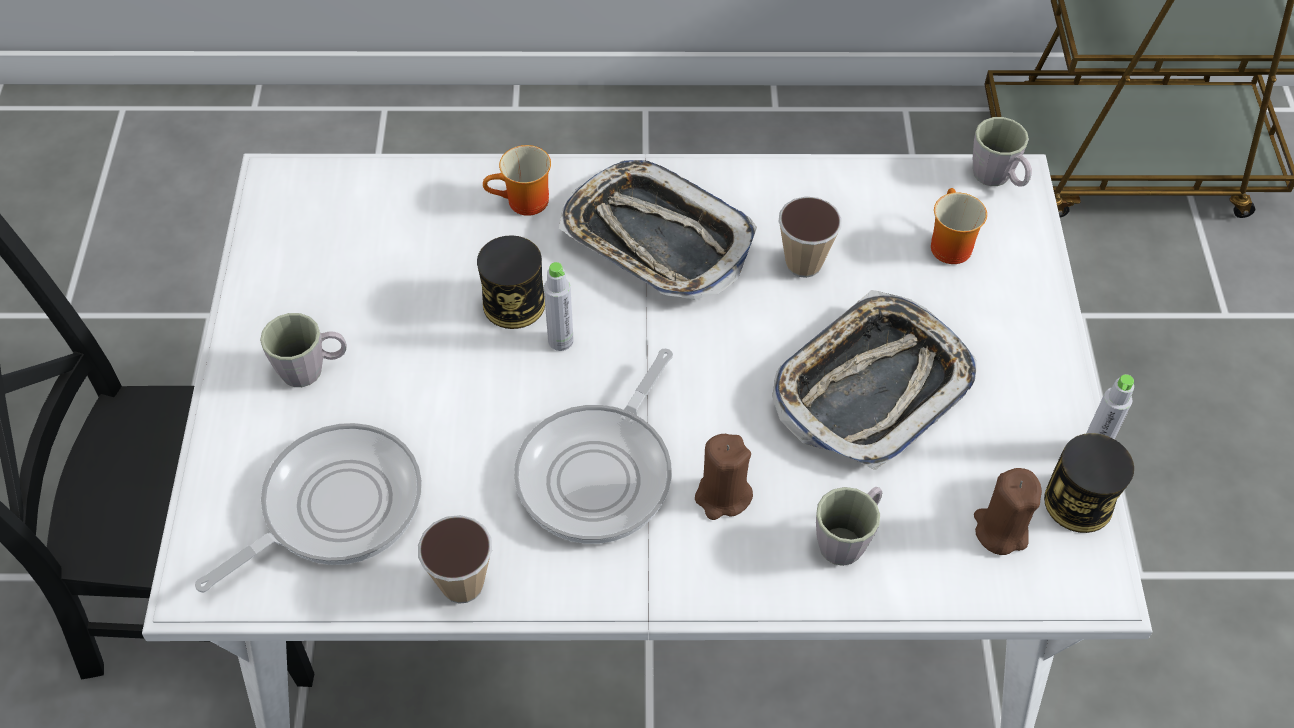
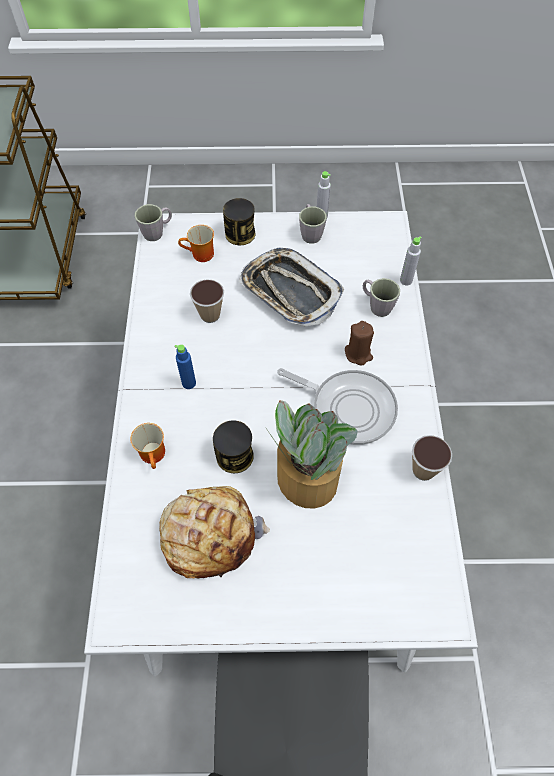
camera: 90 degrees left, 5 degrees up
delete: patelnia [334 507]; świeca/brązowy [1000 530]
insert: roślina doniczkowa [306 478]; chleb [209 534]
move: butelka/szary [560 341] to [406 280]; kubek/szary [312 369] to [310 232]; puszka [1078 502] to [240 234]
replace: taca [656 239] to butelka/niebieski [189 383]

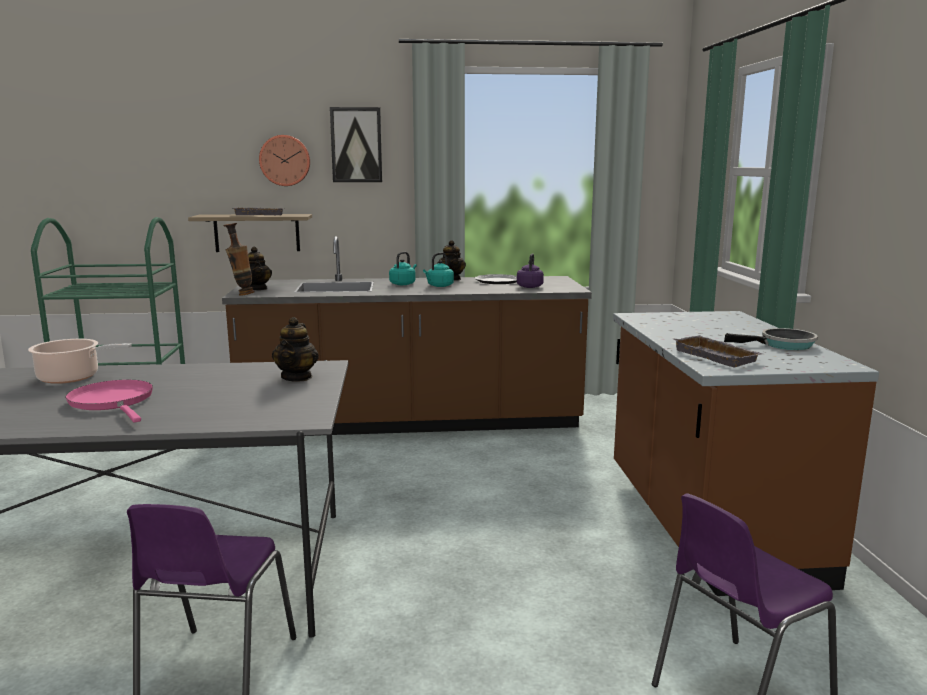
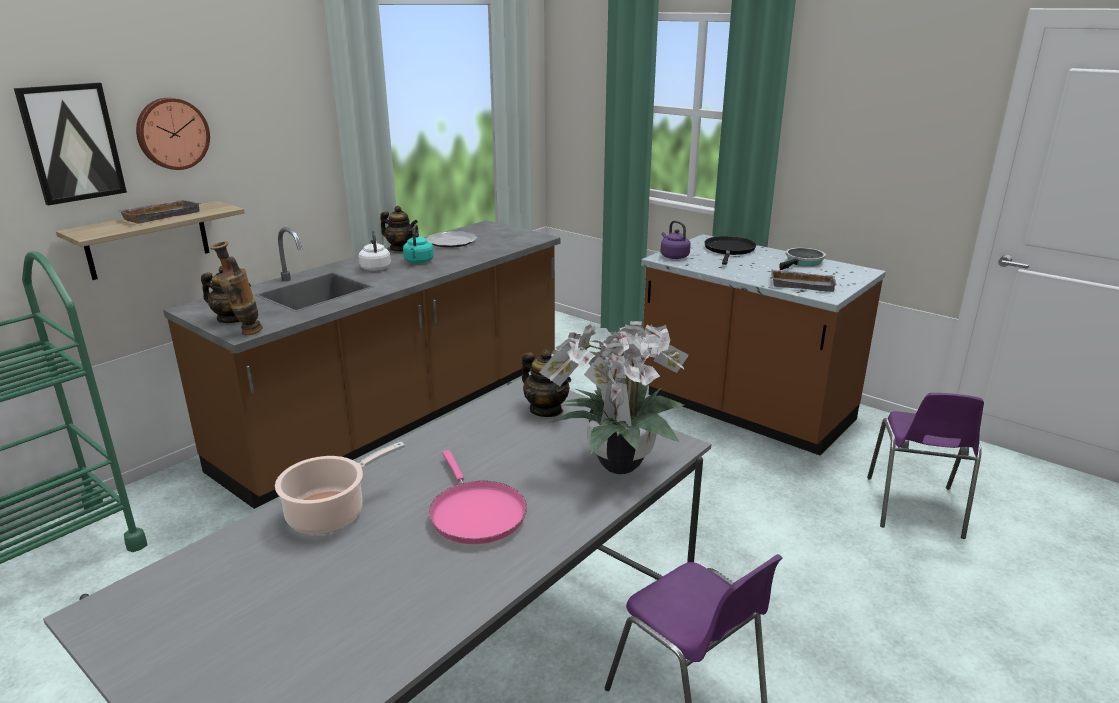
camera: 45 degrees left, 10 degrees up
insert: patelnia/czarny [729 250]; roślina doniczkowa [614 464]
move: obraz [356 145] to [72 143]; czajnik/fioletowy [530 286] to [673 256]
recolor: czajnik/turkusowy [403 284] to czajnik/biały [375 268]
rotate: patelnia/różowy [113 402] = [475 513] 120 degrees counterclockwise

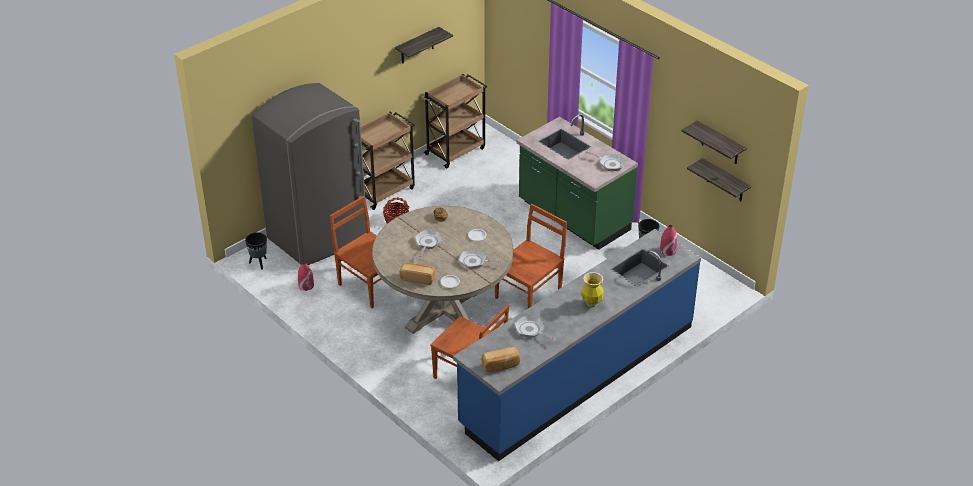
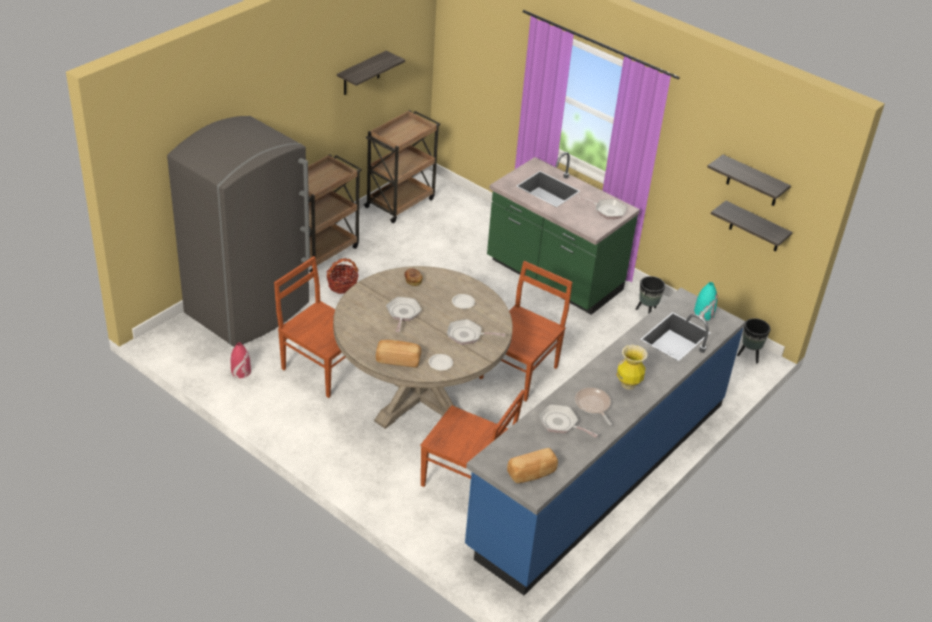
camera: 10 degrees left, 0 degrees up
insert: patelnia [593 405]
move: donica/czarny [259 263] to [749 356]
recolor: wazon/czerwony [667 250] to wazon/turkusowy [703 314]

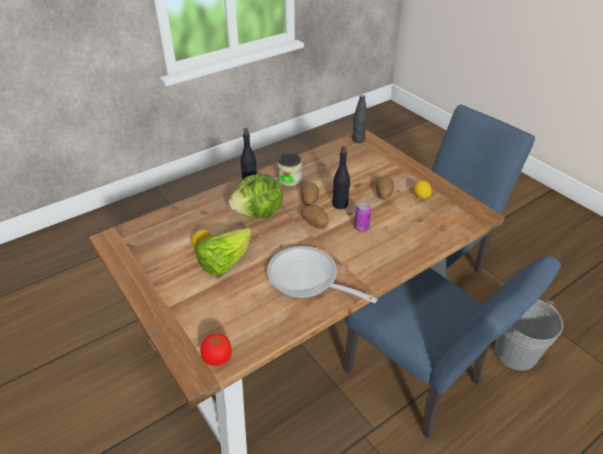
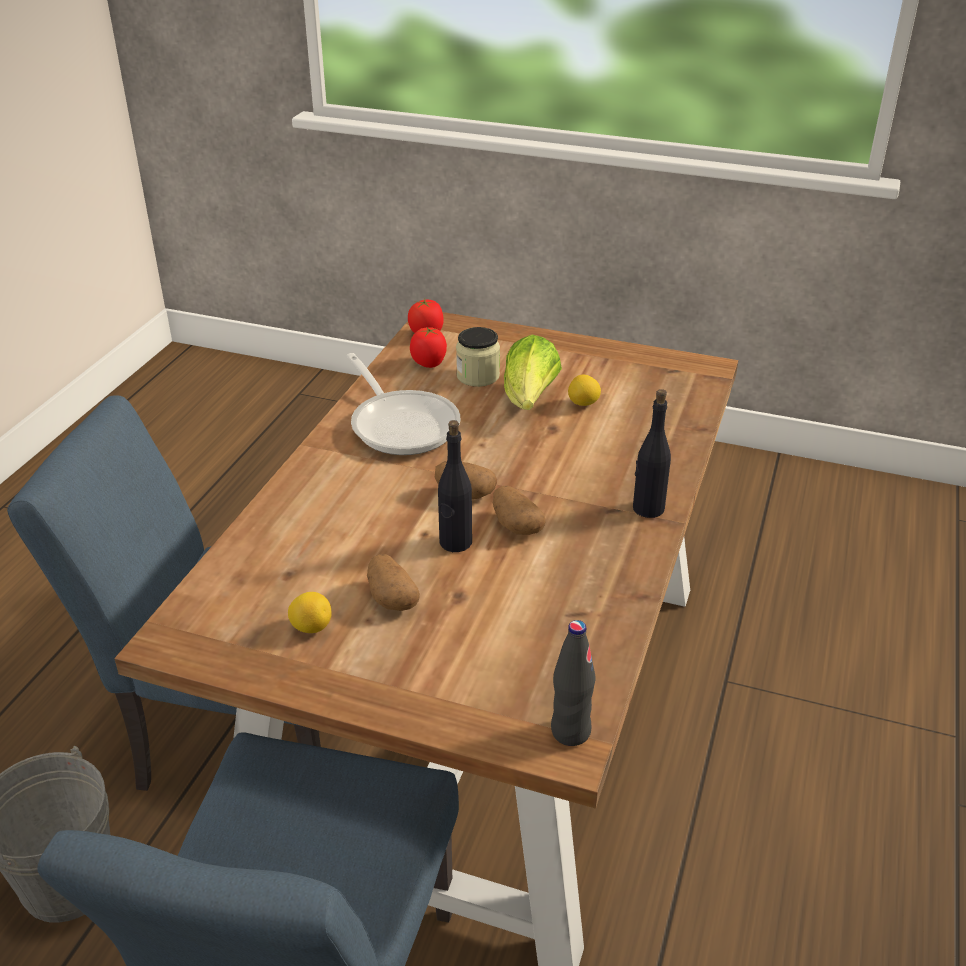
camera: 145 degrees right, 5 degrees down
delete: sałata [259 214]; puszka [361 227]
insert: pomidor [429 363]
move: słoik [289 179] to [478 376]
rotate: patelnia [308 279] = [401 424] 60 degrees clockwise

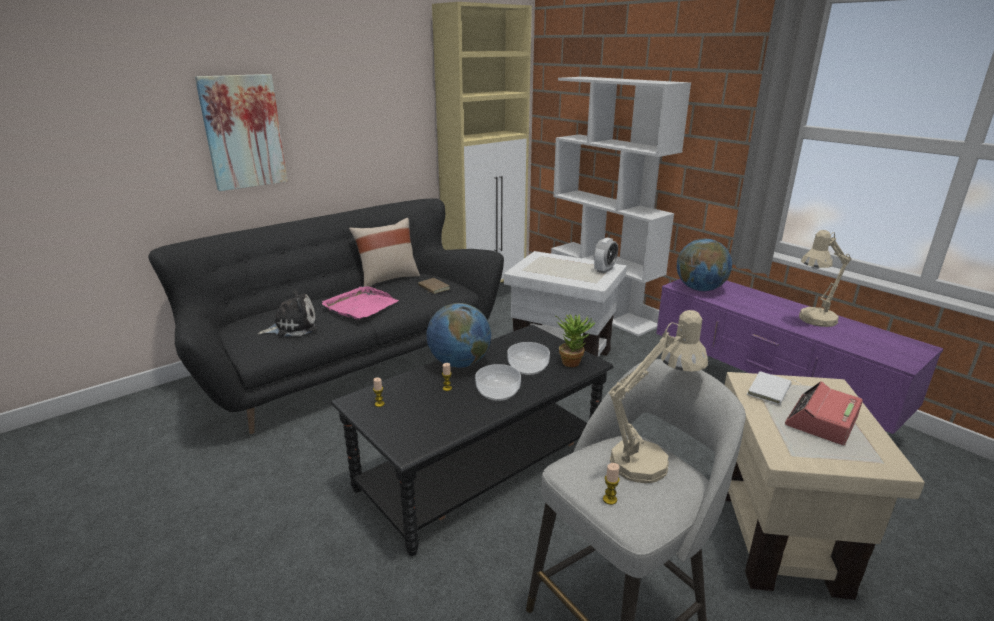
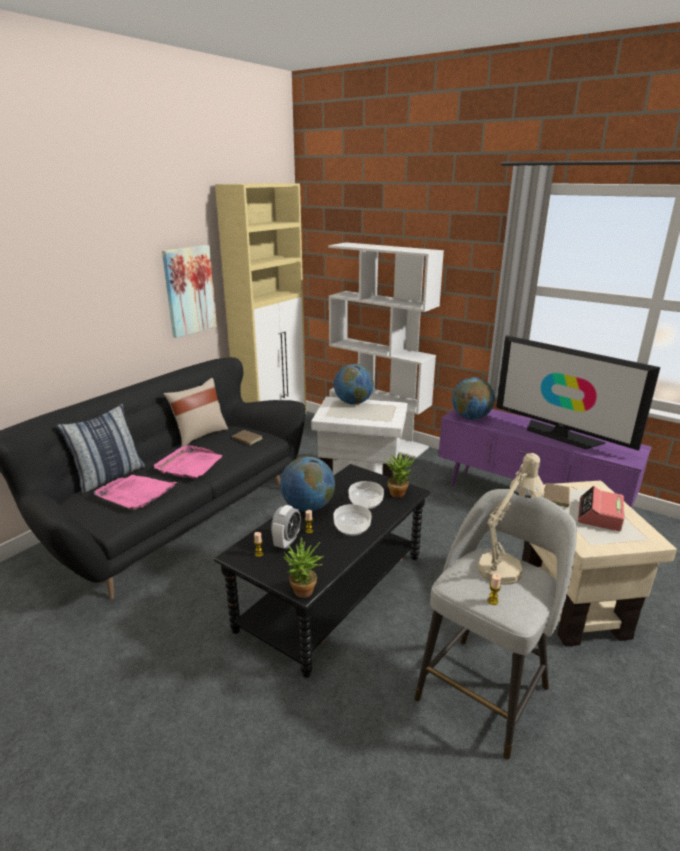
camera: 15 degrees left, 0 degrees up
insert: globus [353 402]; poduszka [109 476]; roślina doniczkowa [303 594]
move: obraz [243 132] to [189 290]; budzik [604 270] to [287 542]
replace: lampa stołowa/beżowy [813 321] to telewizor [561 435]; pluszak [292 327] to taca/różowy [135 493]
recolor: książka/biały [770 391] to książka/brązowy [557 497]

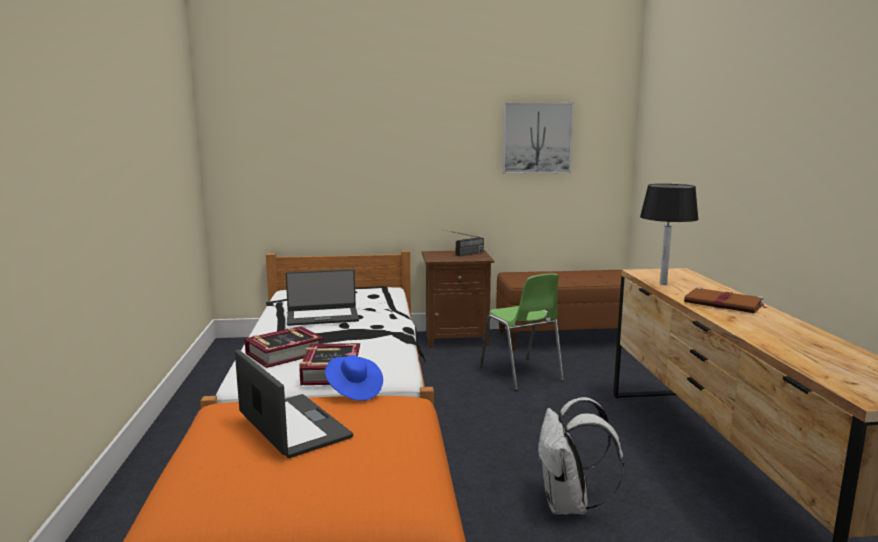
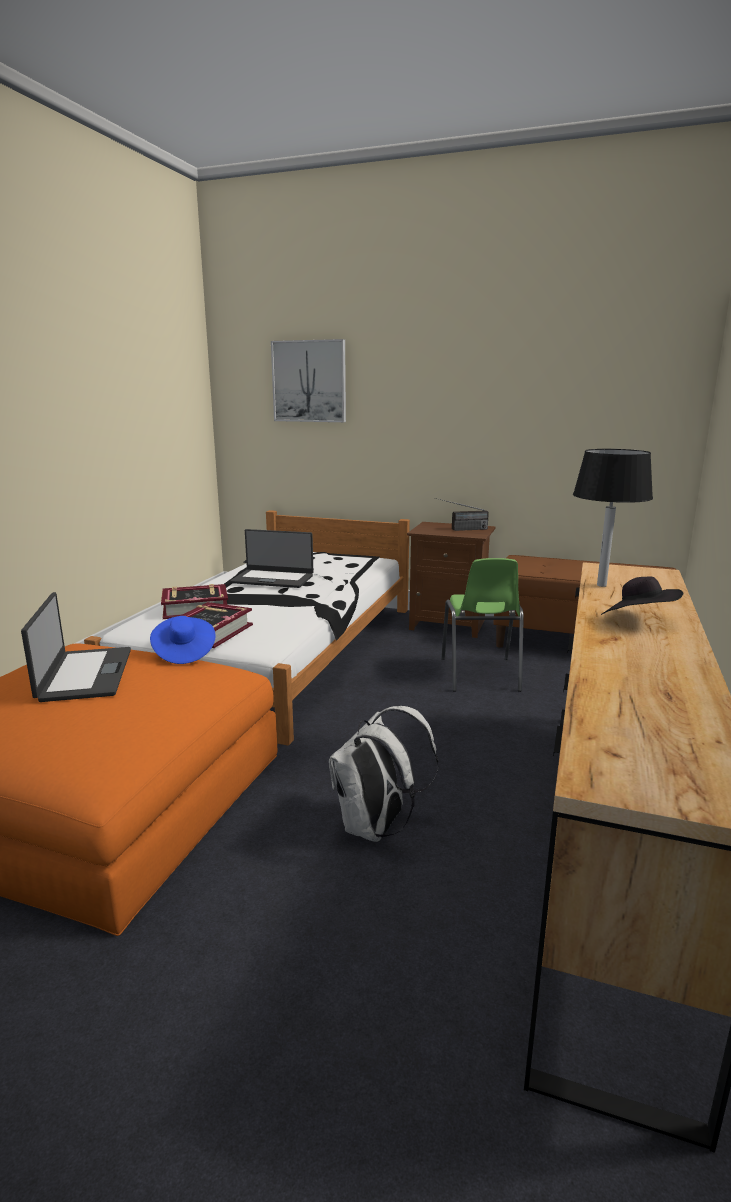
camera: 25 degrees right, 5 degrees up
move: obraz [537 138] to [309 381]
replace: książka/brązowy [724 304] to kapelusz/czarny [638 620]

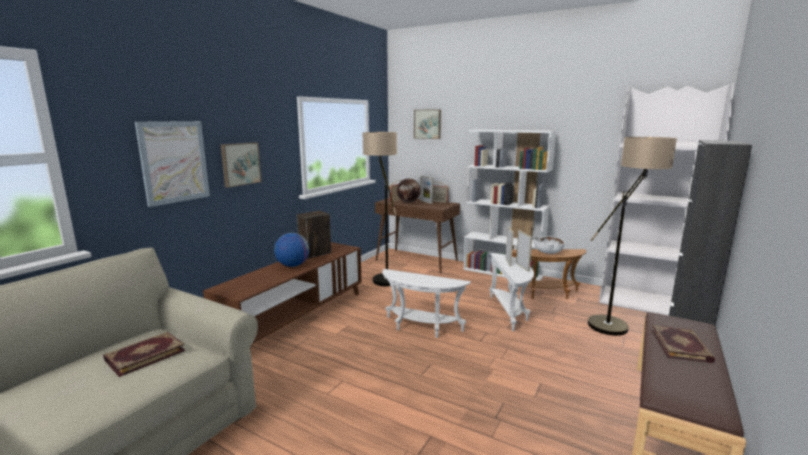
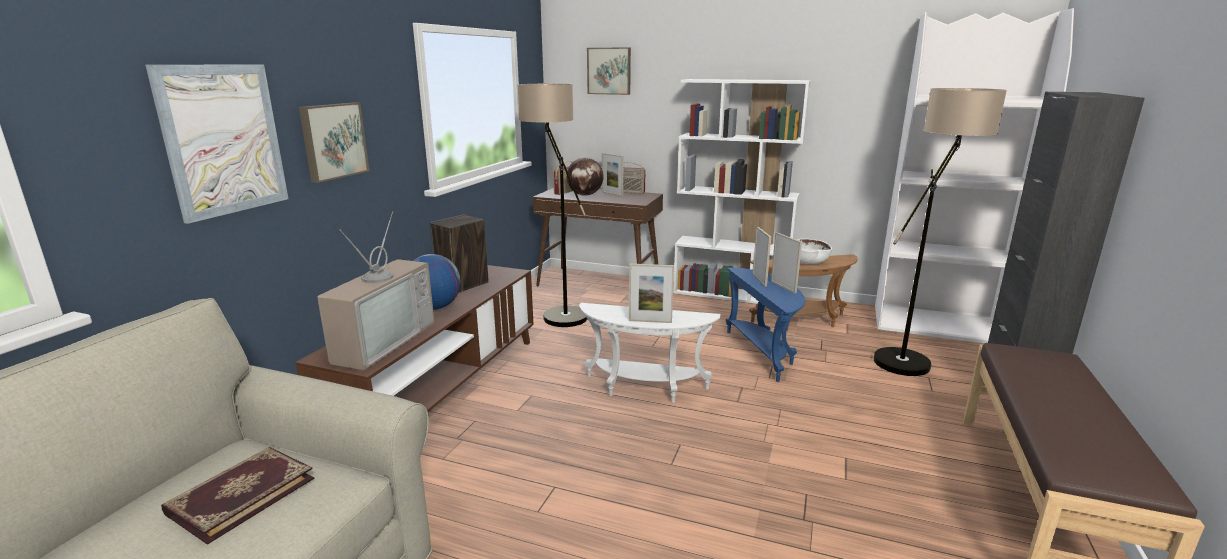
camera: 10 degrees left, 5 degrees up
delete: książka [681 346]
insert: telewizor [380 341]; ramka na zdjęcie [650 321]
recolor: stolik/biały [510 312] to stolik/niebieski [763 353]

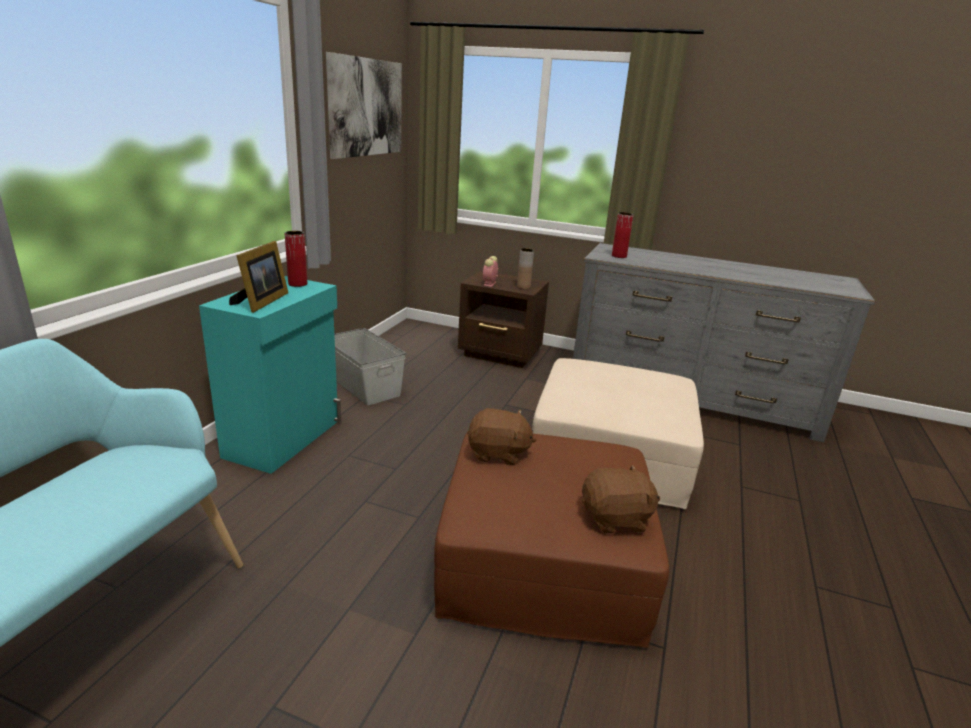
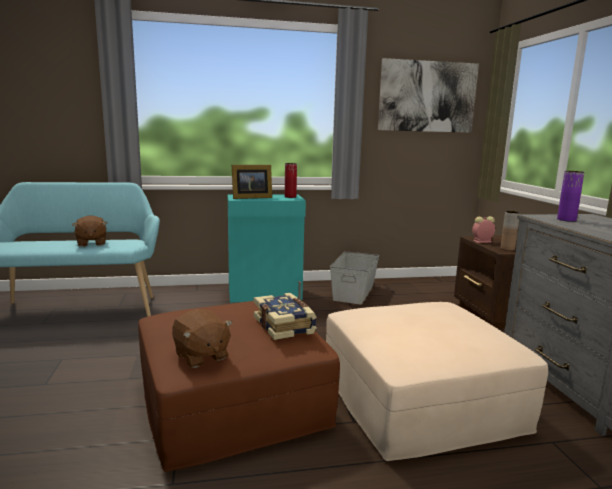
camera: 60 degrees right, 10 degrees down
insert: książka [285 325]
move: pluszak/brązowy [498 453] to [91 243]
recolor: wazon/czerwony [619 256] to wazon/fioletowy [566 220]

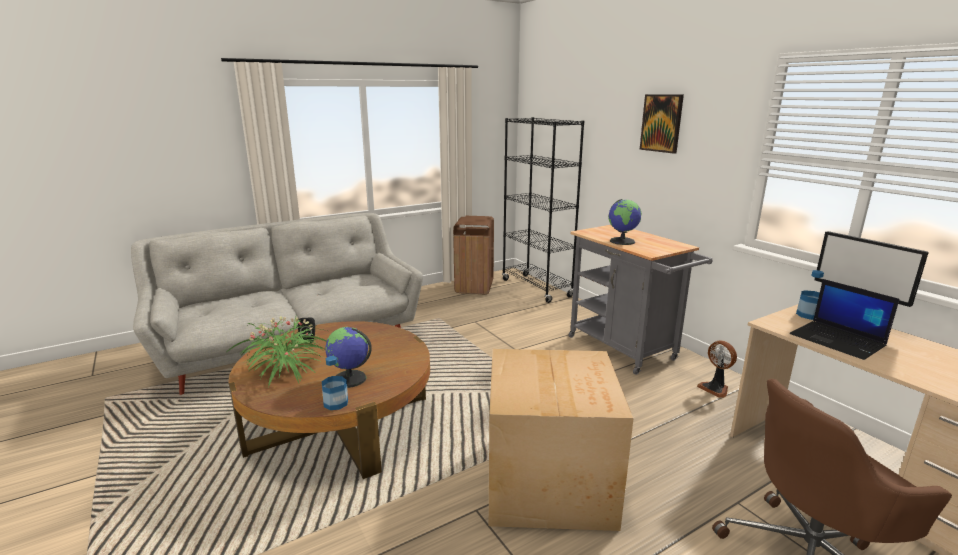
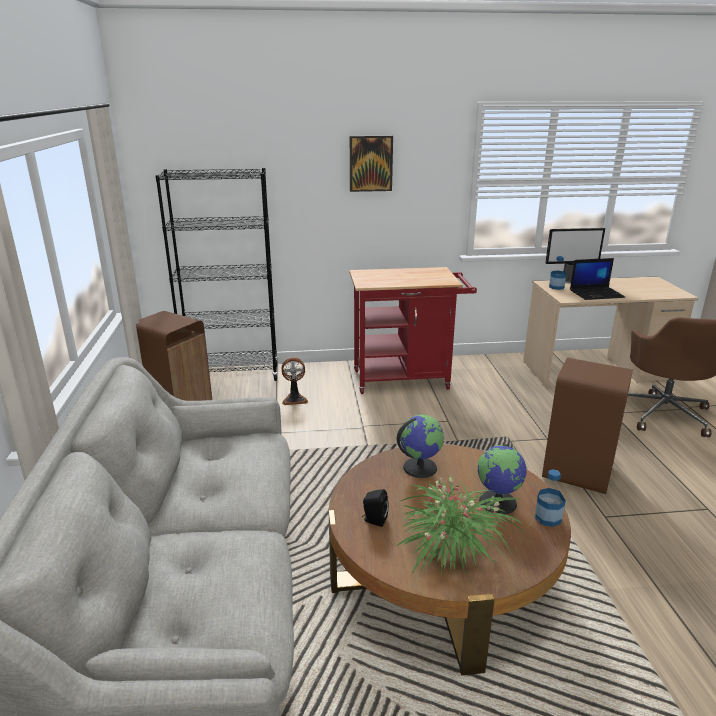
camera: 65 degrees left, 5 degrees up
move: globus [622 241] to [419 467]; wentylator [715 388] to [294 399]
replace: karton [550 481] to kosz na śmieci/brązowy [577 472]
recolor: wózek/szary [626 350] to wózek/czerwony [407 379]

